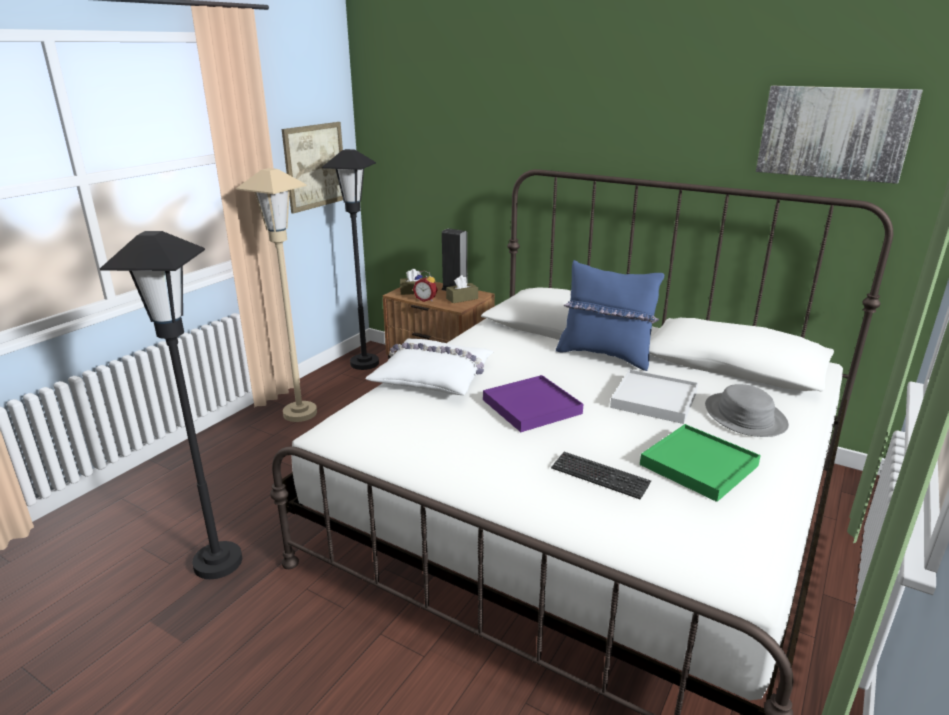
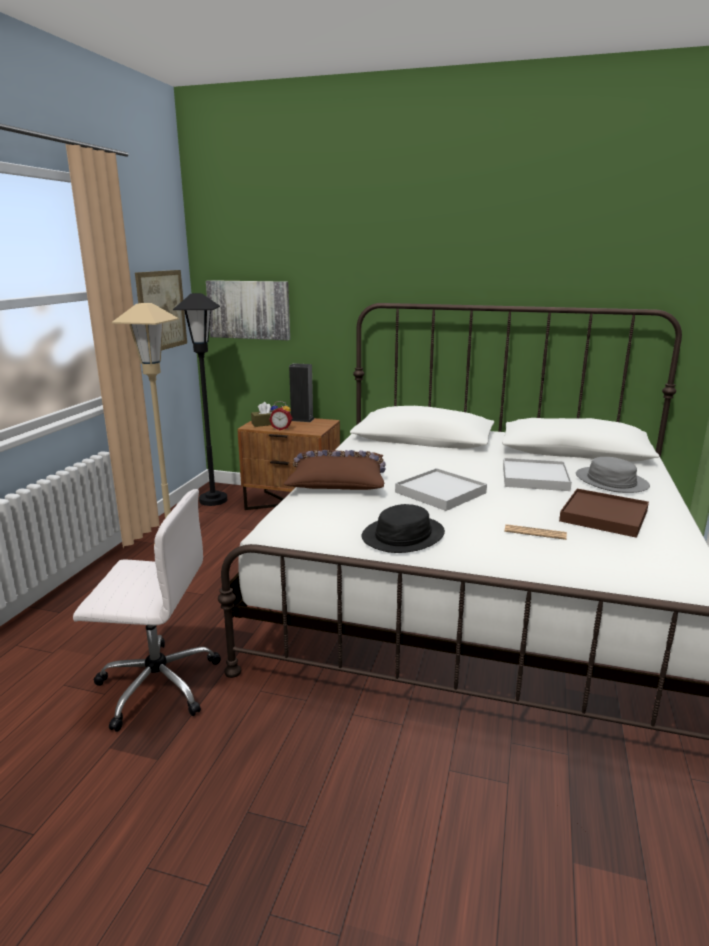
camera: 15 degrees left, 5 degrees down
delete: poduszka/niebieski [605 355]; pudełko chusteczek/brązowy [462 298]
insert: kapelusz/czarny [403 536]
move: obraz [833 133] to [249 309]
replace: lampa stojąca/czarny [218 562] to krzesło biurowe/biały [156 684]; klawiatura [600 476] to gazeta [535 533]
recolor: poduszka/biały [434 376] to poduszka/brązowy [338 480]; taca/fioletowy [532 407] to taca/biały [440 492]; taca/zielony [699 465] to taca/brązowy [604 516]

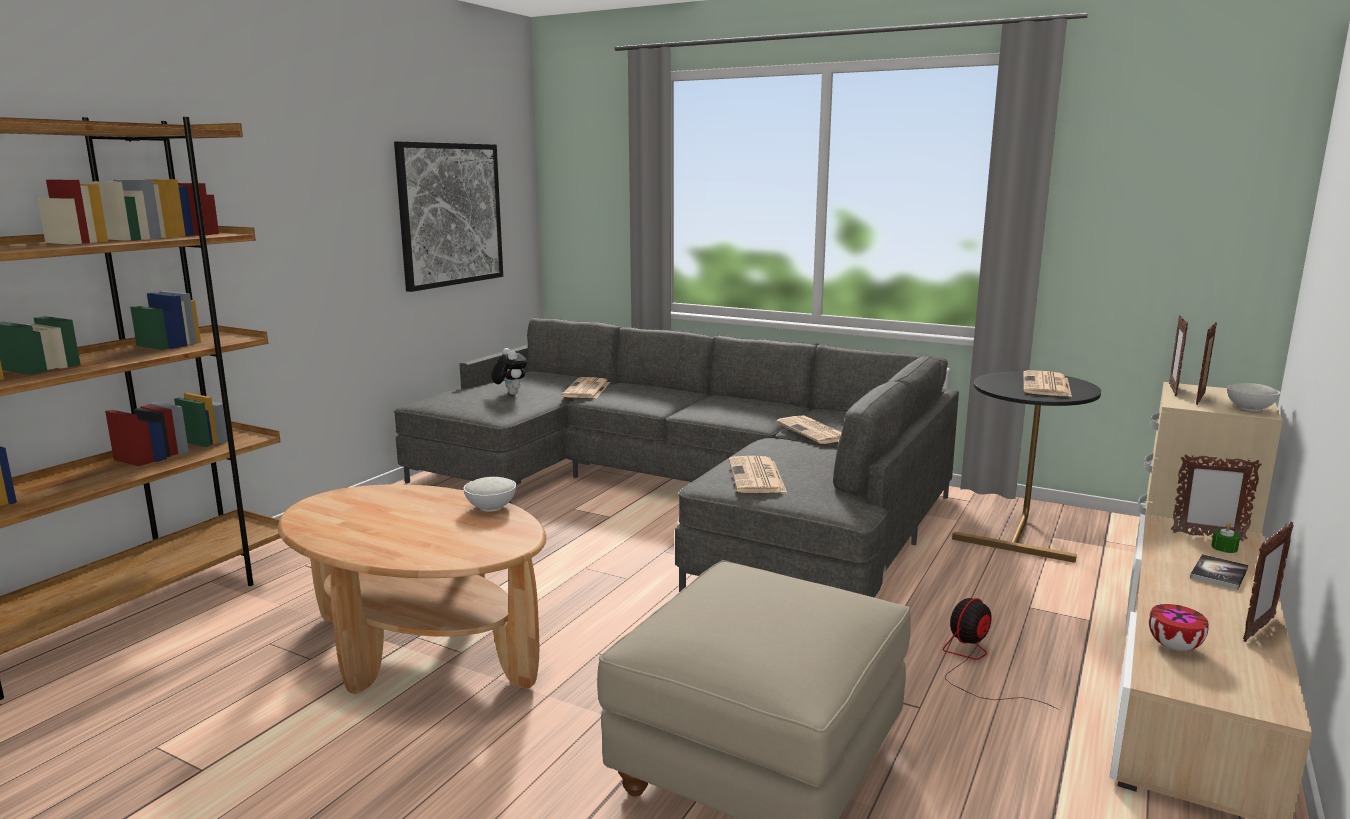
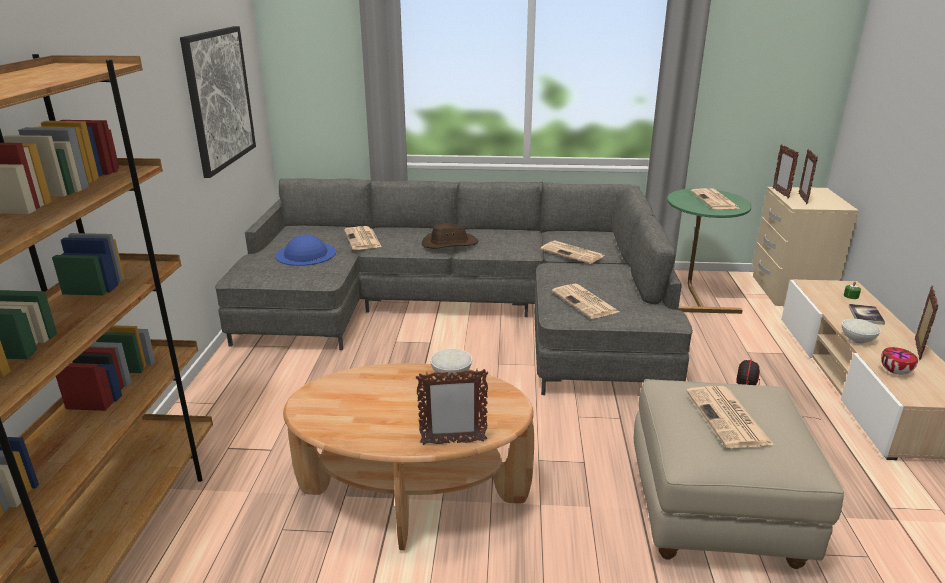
camera: 25 degrees left, 10 degrees up
insert: kapelusz/brązowy [449 244]; gazeta [729 418]
move: miska/biały [1250 408] to [857 339]; ramka na zdjęcie [1207 536] to [453 442]
replace: pluszak [510 394] to kapelusz/niebieski [306 254]
recolor: stolik/czarny [1020 532] to stolik/zielony [694 297]

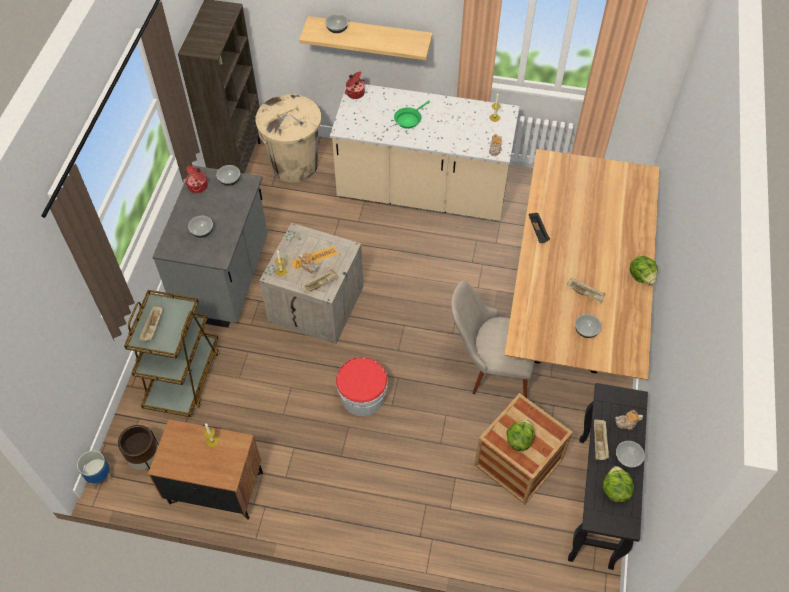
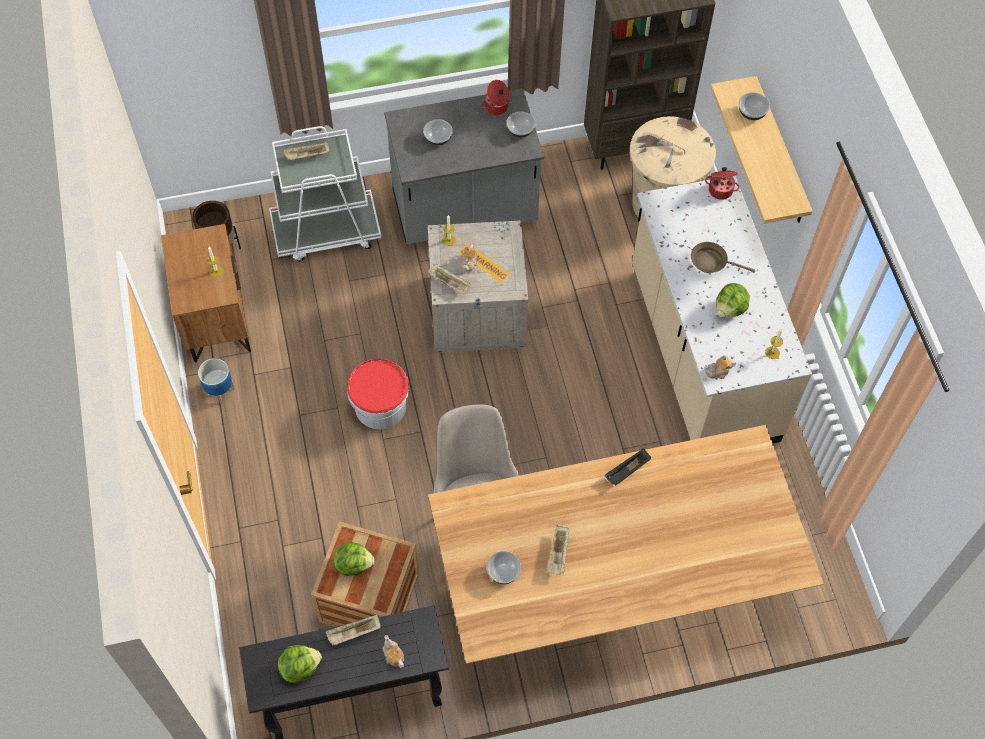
camera: 65 degrees right, 5 degrees up
delete: miska [627 459]
move: sałata [641 276] to [730 309]; donica [100 477] to [219 390]
recolor: patelnia/zielony [409 119] to patelnia/brązowy [711 262]; wózek/brązowy [183 377] to wózek/biały [327 231]

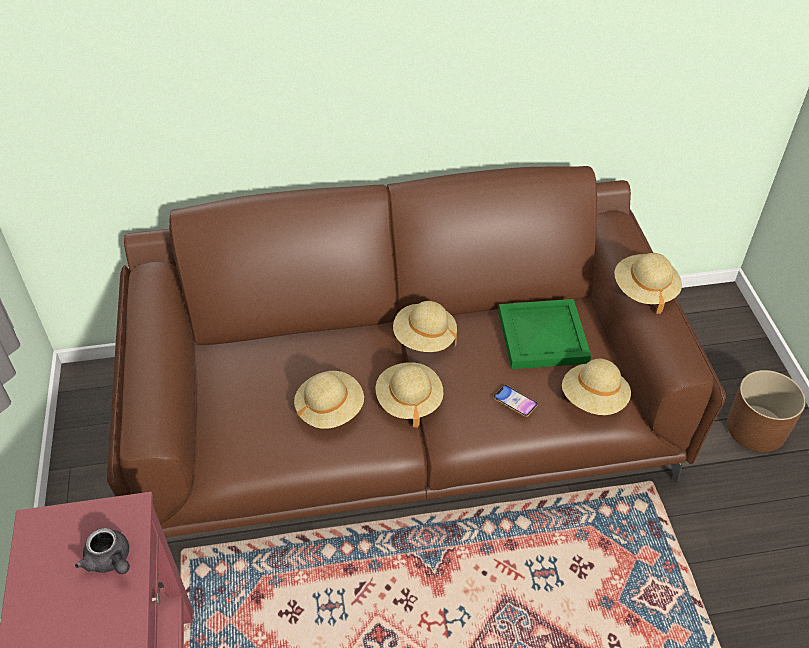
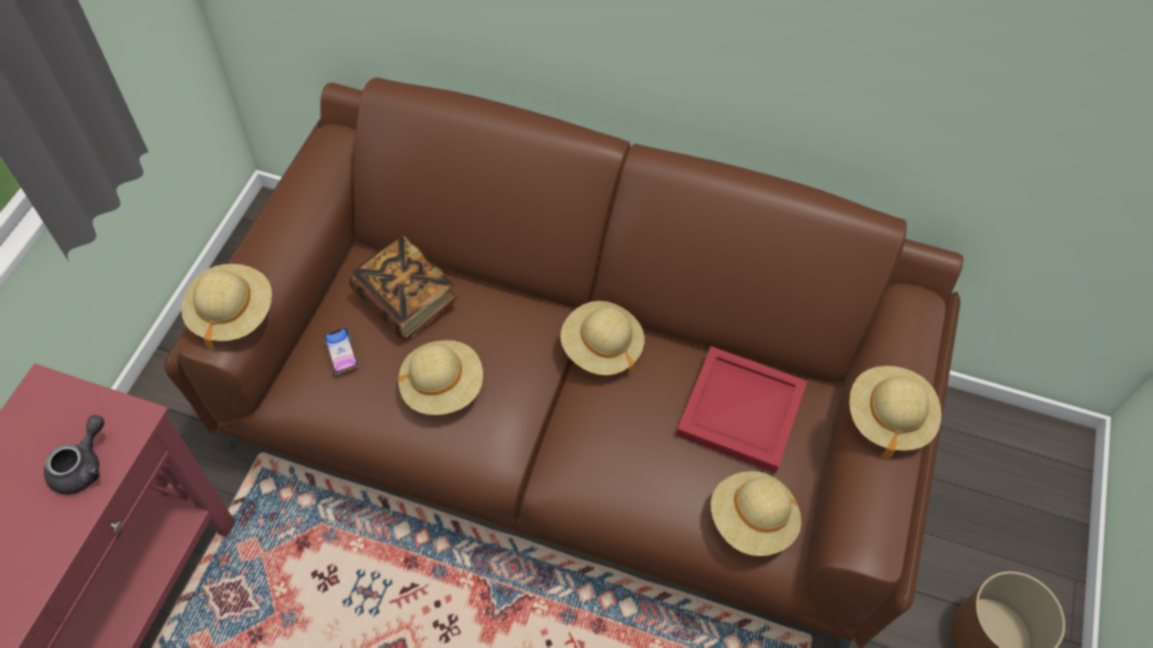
camera: 25 degrees right, 10 degrees up
insert: książka [406 300]
move: kapelusz/beżowy [409 400] to [232 314]; telefon [515 402] to [341 352]
recolor: taca/zielony [541 338] to taca/czerwony [739 412]
rotate: imbryk/szary [110 561] = [83 466] 135 degrees counterclockwise

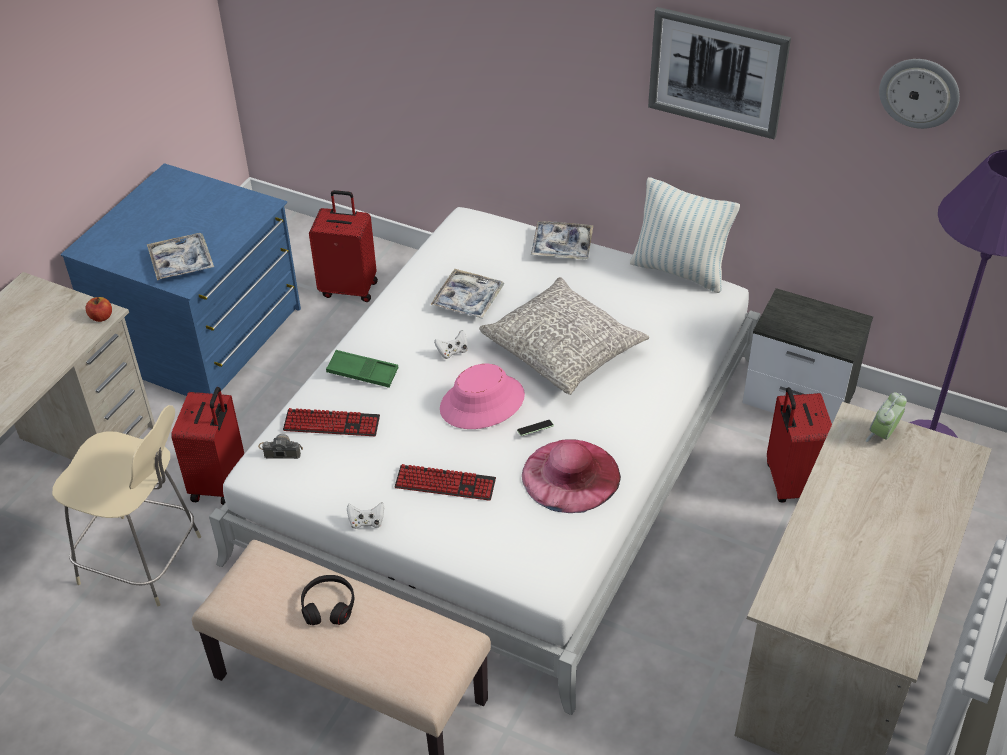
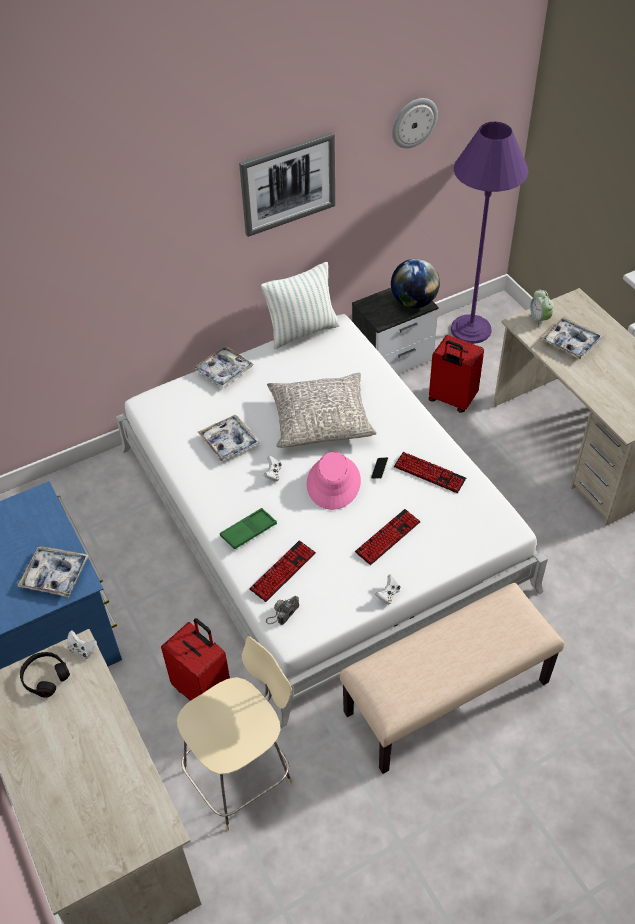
camera: 55 degrees left, 5 degrees up
delete: walizka/czerwony [349 288]
insert: globus [413 302]; taca [570 342]
move: słuchawki/czarny [328 605] to [45 677]
replace: jabłko [101 317] to pad do gier/biały [82 650]; kapelusz/różowy [570 475] to klawiatura [429 473]

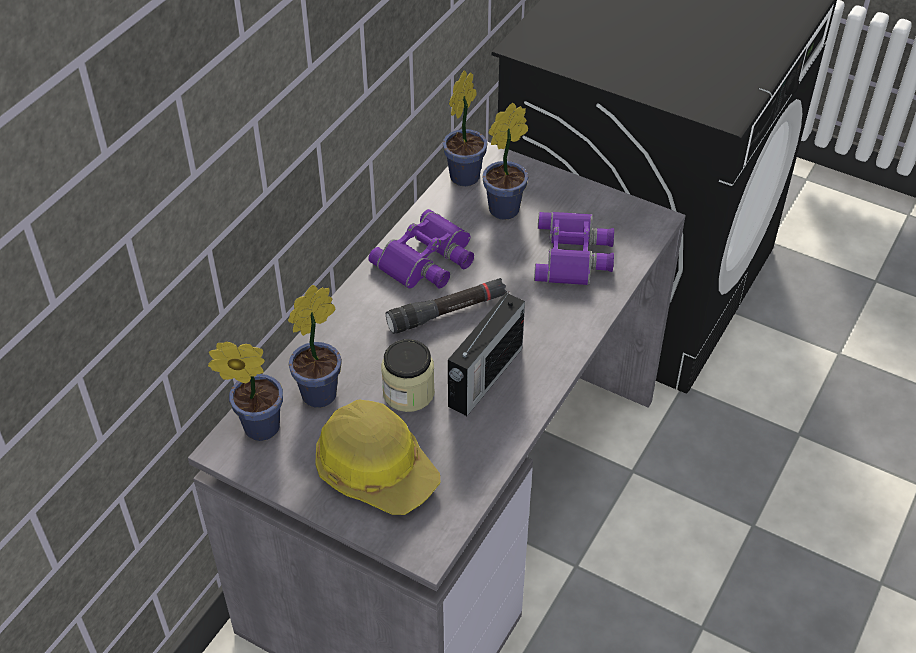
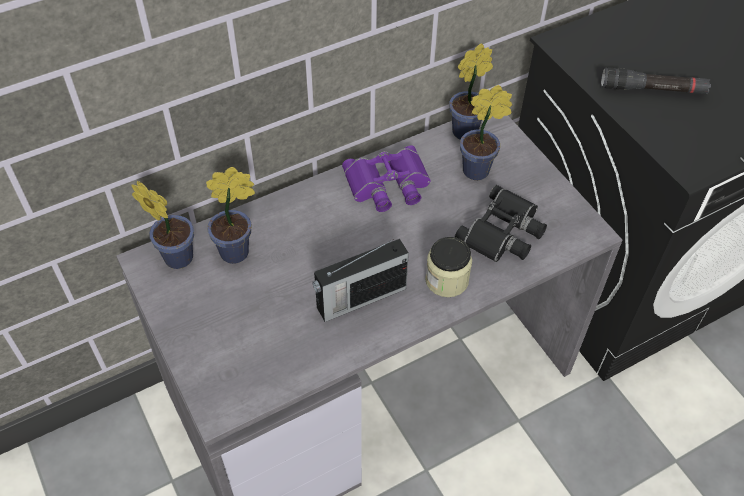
camera: 30 degrees right, 5 degrees up
delete: kask [376 469]
move: latarka/czarny [447 312] to [653 89]; słoik [408 392] to [446 280]
recolor: lornetka/fioletowy [574 255] to lornetka/czarny [504 232]

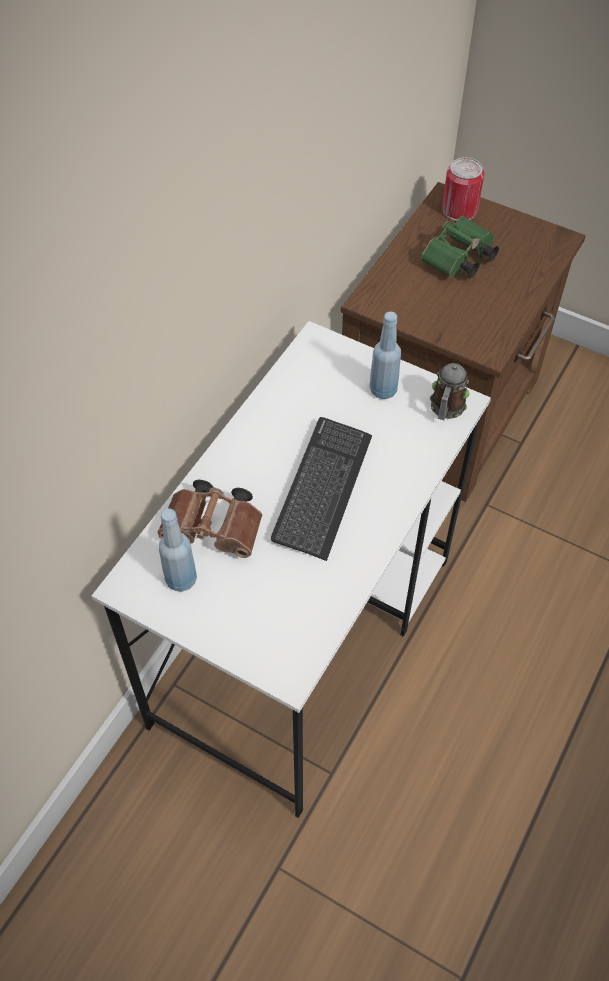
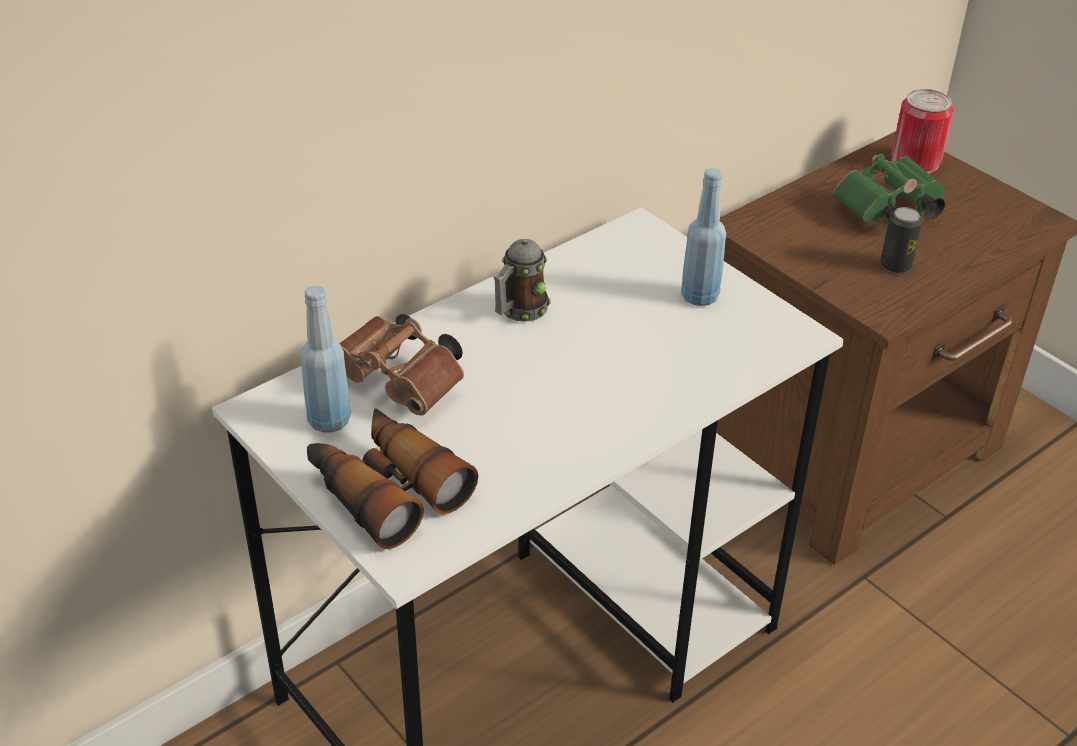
camera: 20 degrees right, 15 degrees down
delete: klawiatura [322 489]
insert: puszka [895 265]; lornetka [386 489]
move: kubek [446 409] to [519 311]

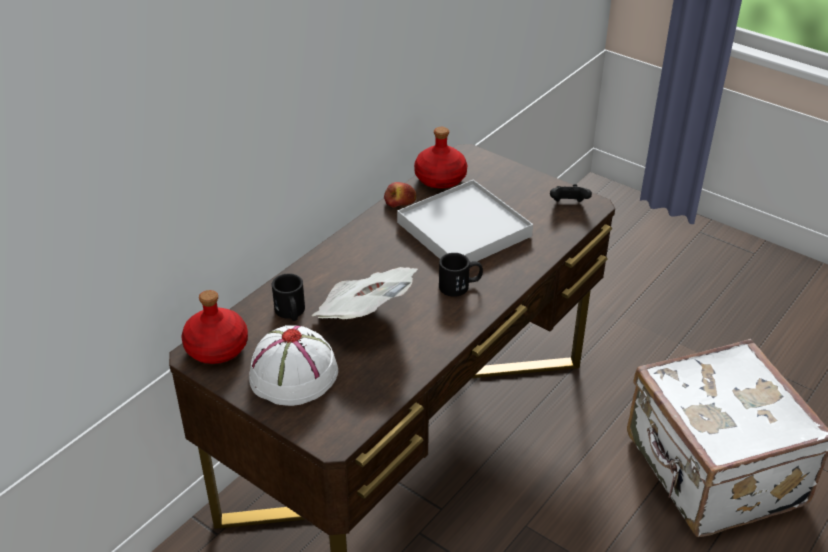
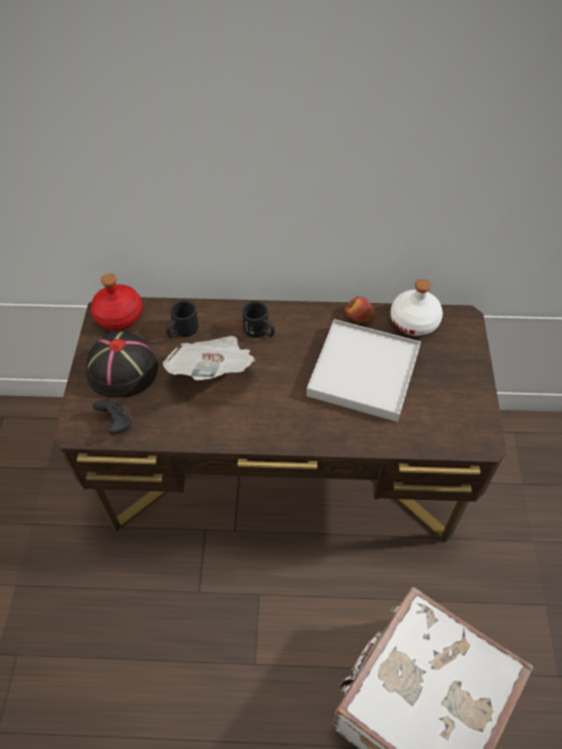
camera: 55 degrees right, 15 degrees up
move: pad do gier/czarny [568 204] to [116 423]; kubek/czarny [460 286] to [260 331]
recolor: butelka/czerwony [440 178] to butelka/biały [414 321]; kapelusz/biały [293 375] to kapelusz/czarny [122 370]

